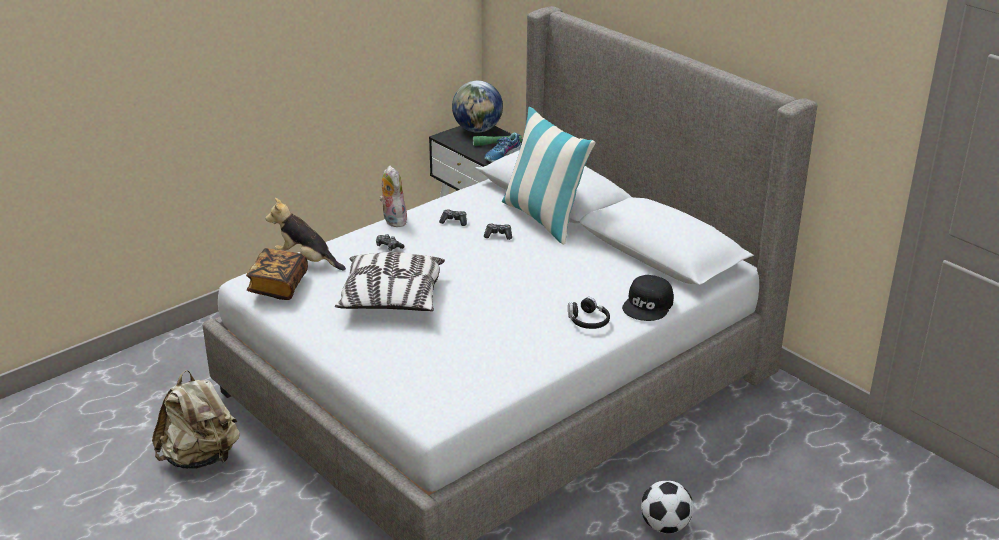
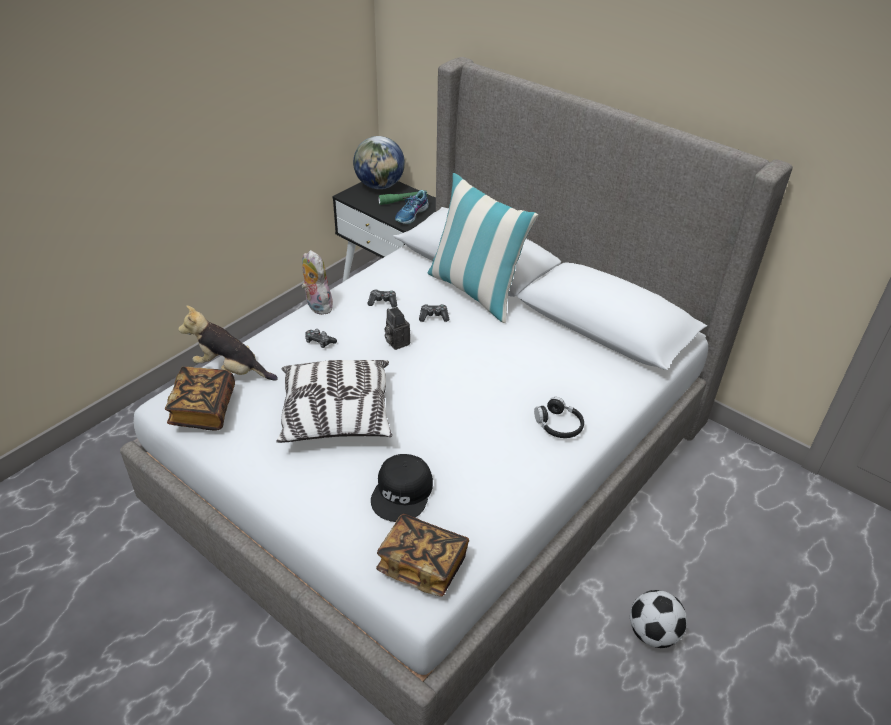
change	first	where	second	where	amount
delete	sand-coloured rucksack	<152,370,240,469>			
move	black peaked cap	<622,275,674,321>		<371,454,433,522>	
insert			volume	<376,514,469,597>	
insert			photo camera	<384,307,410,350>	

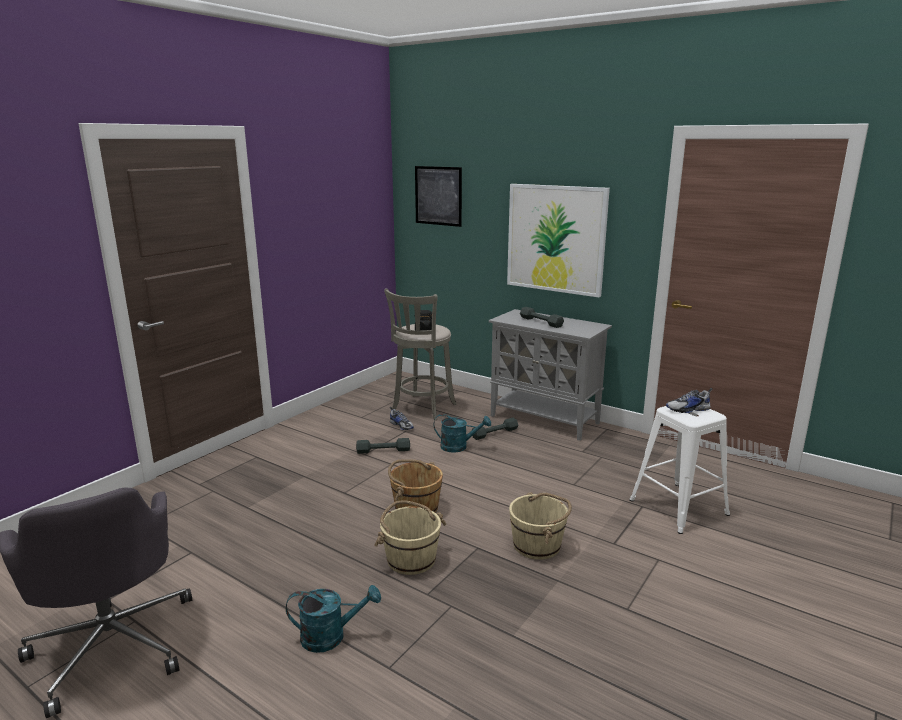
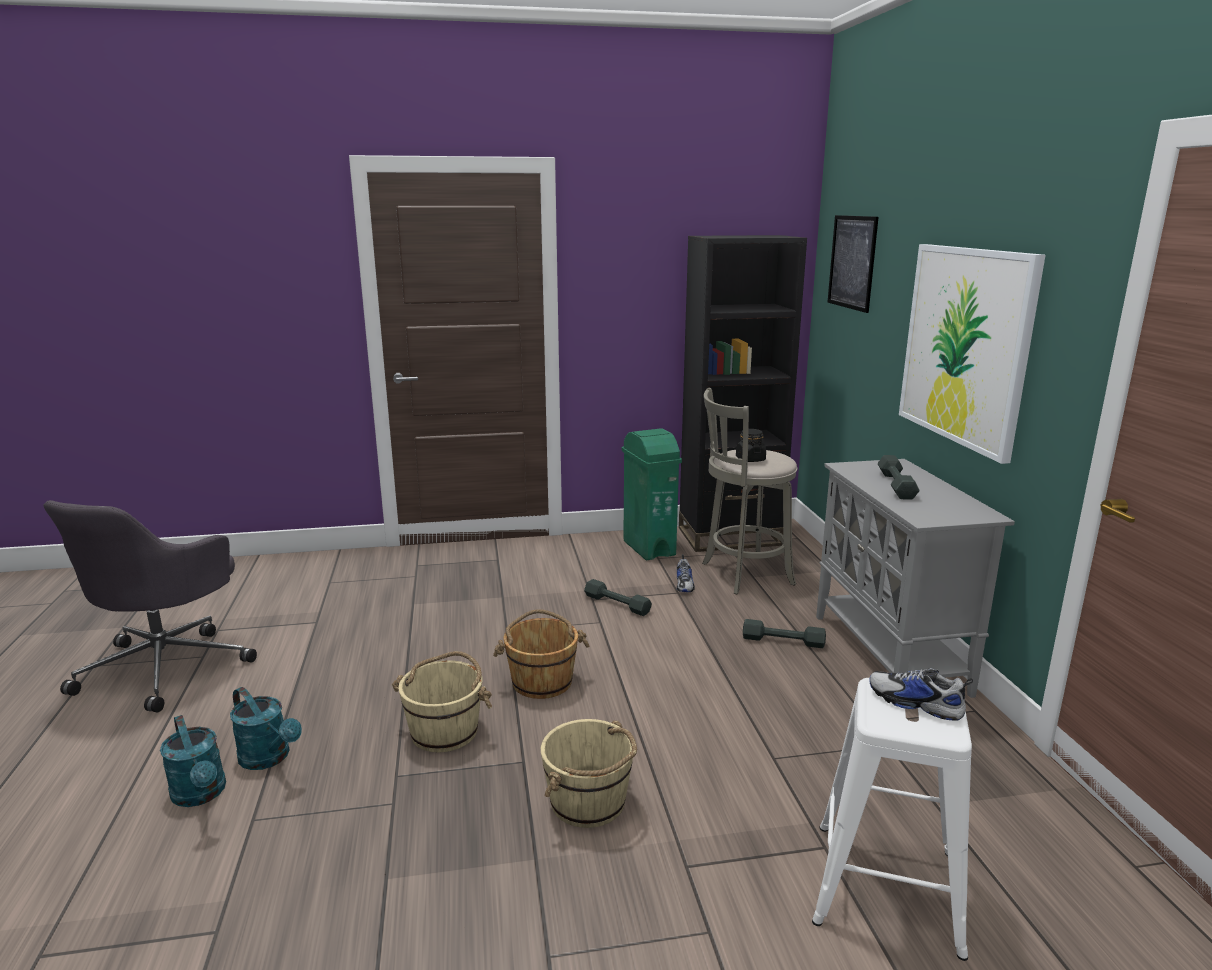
change	first	where	second	where	amount
move	turquoise watering pot	<434,414,491,453>		<160,715,226,807>	
insert			green-coloured trash can	<622,429,682,560>	
insert			black shelving unit	<679,235,807,552>	

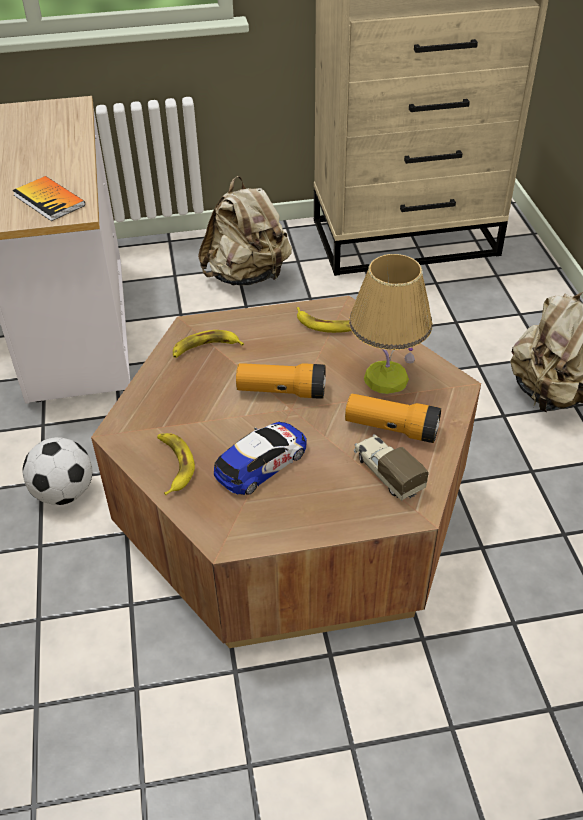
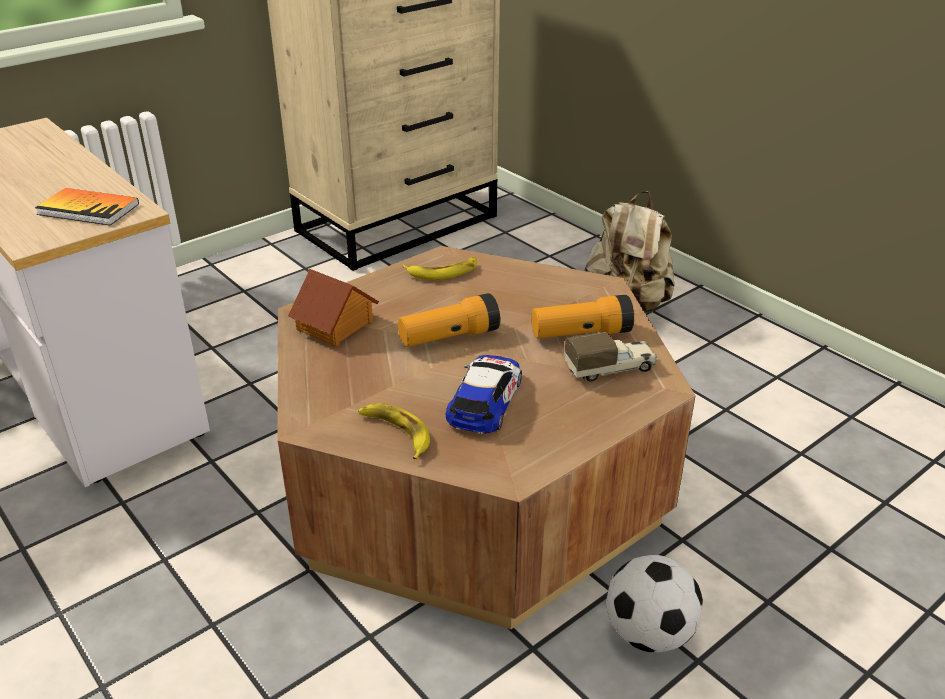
change	first	where	second	where	amount
move	football ball	<23,437,92,505>		<607,555,703,653>	
replace	banana fruit	<173,330,244,358>	toy house	<288,269,379,347>	
delete	sand-coloured rucksack	<198,176,292,285>			
delete	table lamp	<349,254,432,394>			
rotate	toy truck	<354,434,429,501>		<564,332,657,381>	135 degrees clockwise

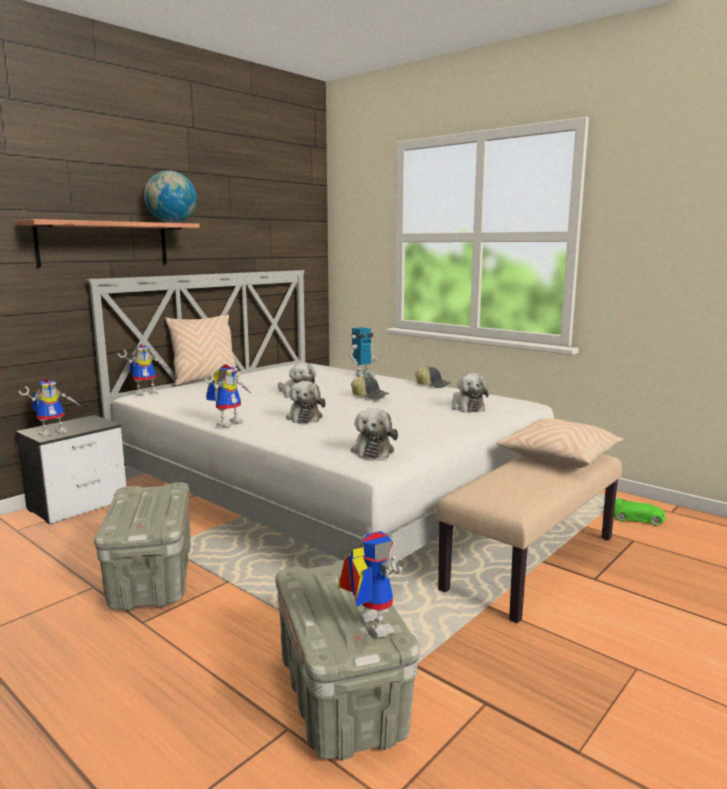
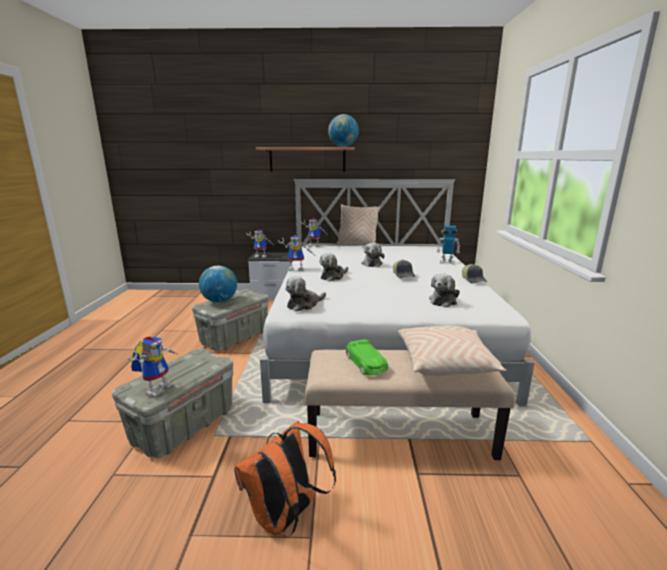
change	first	where	second	where	amount
move	green-coloured model car	<614,498,666,526>		<346,339,388,375>	
insert			desk globe	<199,266,237,303>	
insert			orangey rucksack	<234,421,336,537>	

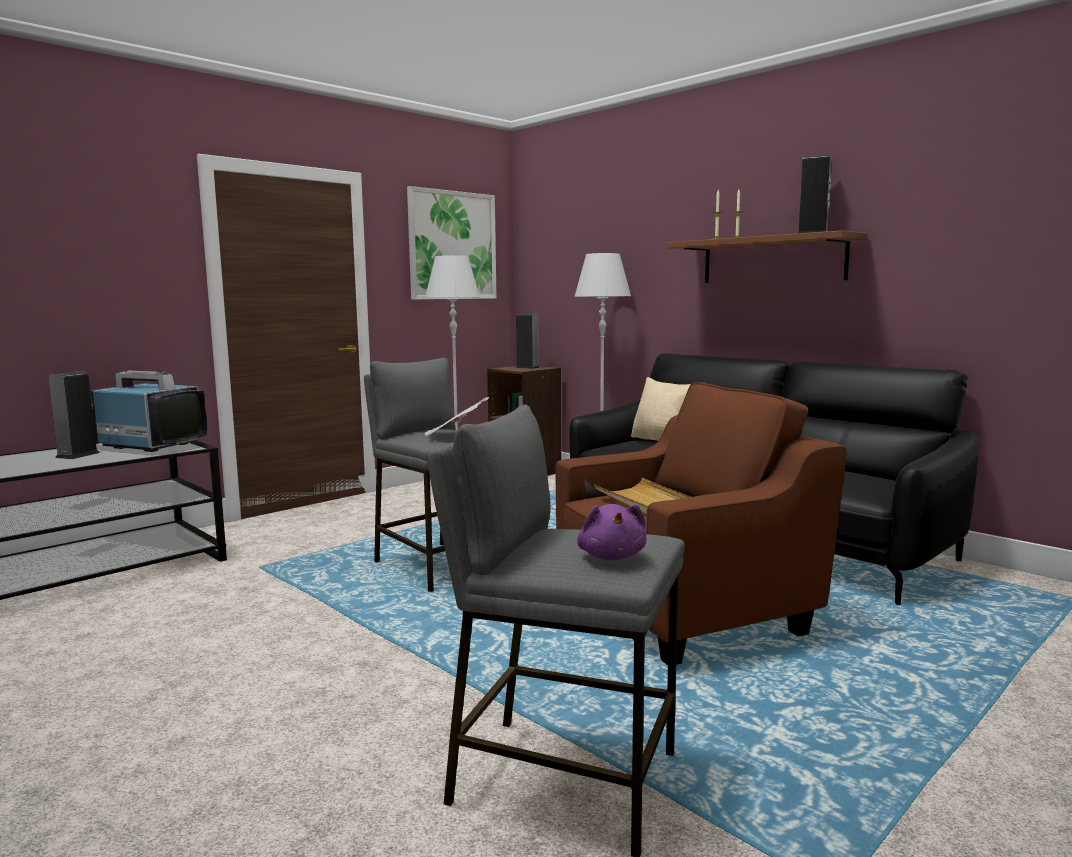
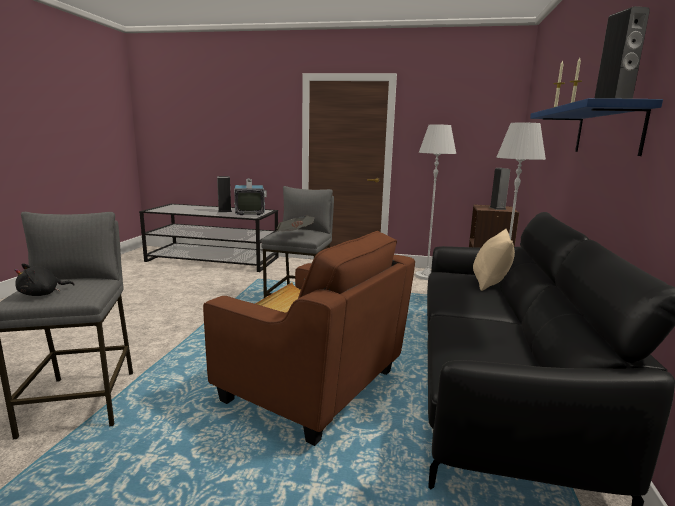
change	first	where	second	where	amount
delete	wall picture	<407,186,497,300>			
recolor	purple soft toy	<577,504,646,560>	black soft toy	<15,263,75,296>	
recolor	brown bracket shelf	<666,230,867,283>	blue-coloured bracket shelf	<530,98,663,156>	

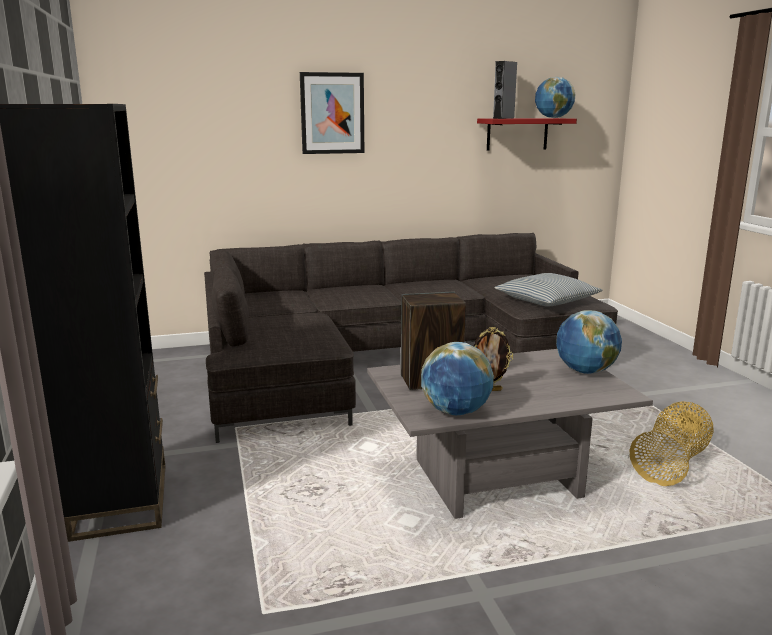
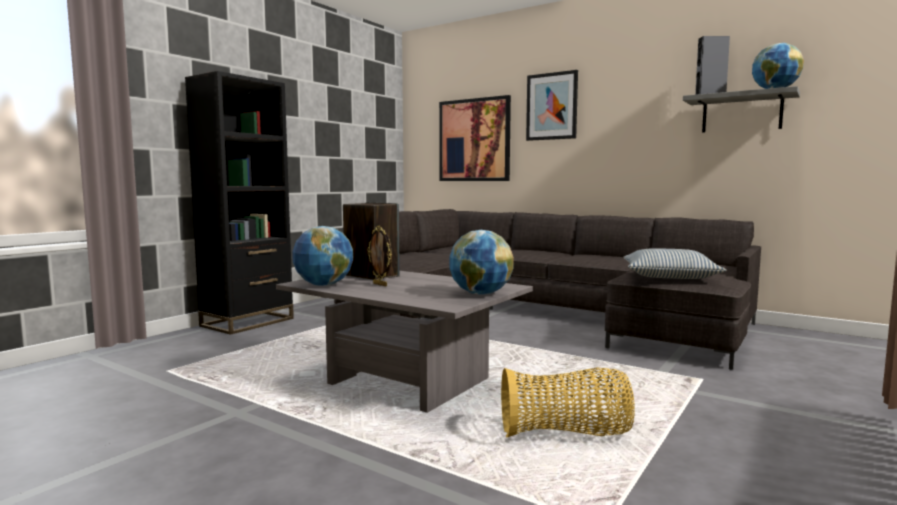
change	first	where	second	where	amount
recolor	red-coloured bracket shelf	<477,118,577,151>	grey bracket shelf	<683,86,800,133>	
insert			wall picture	<439,95,511,181>	

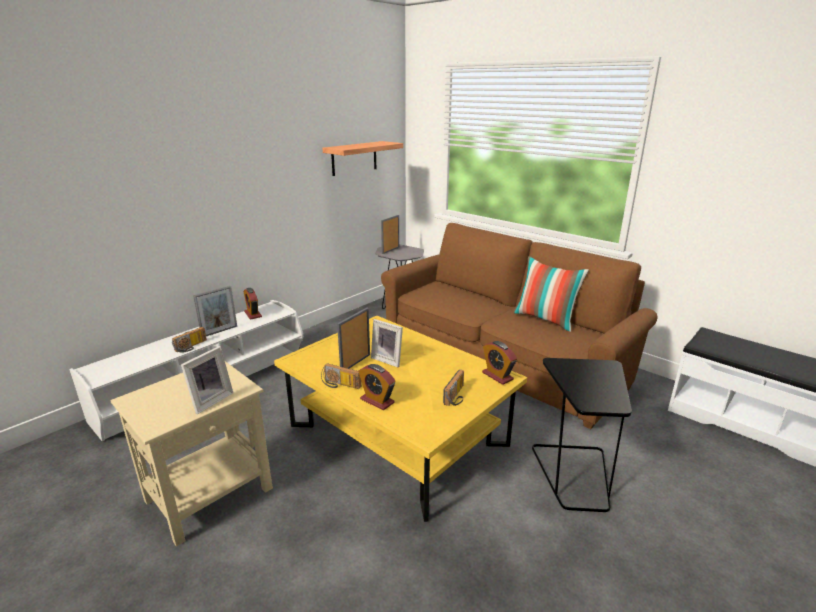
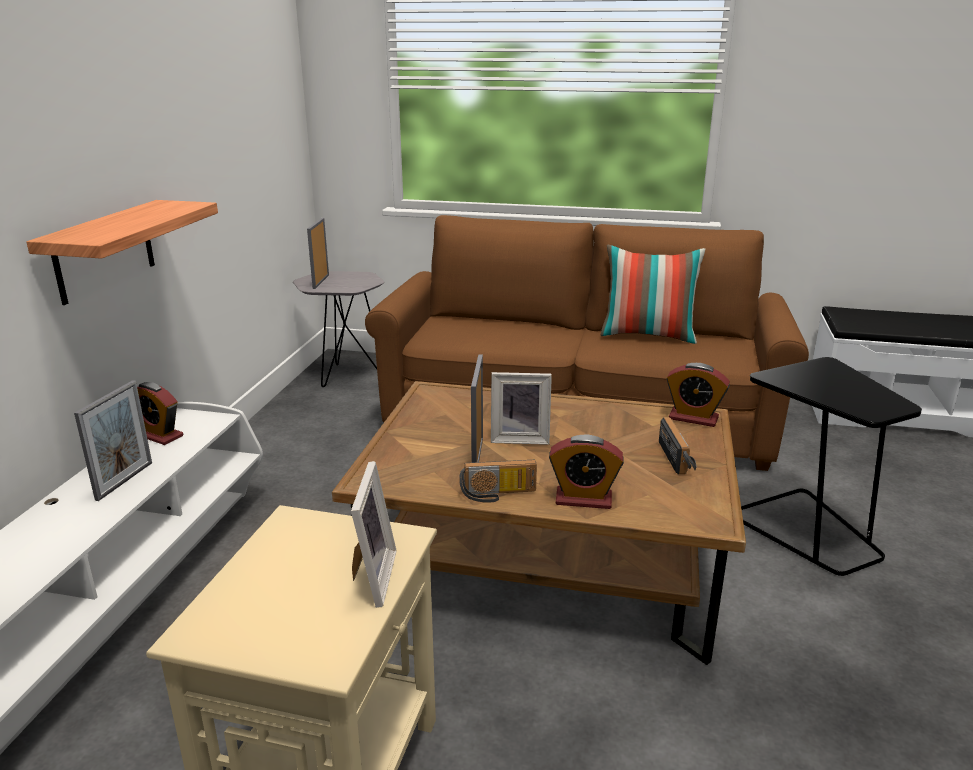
change	first	where	second	where	amount
delete	radio receiver	<172,327,207,352>			
recolor	yellowish low table	<274,316,527,522>	brown low table	<332,381,746,665>	
move	bracket shelf	<323,141,403,176>		<26,200,218,305>	

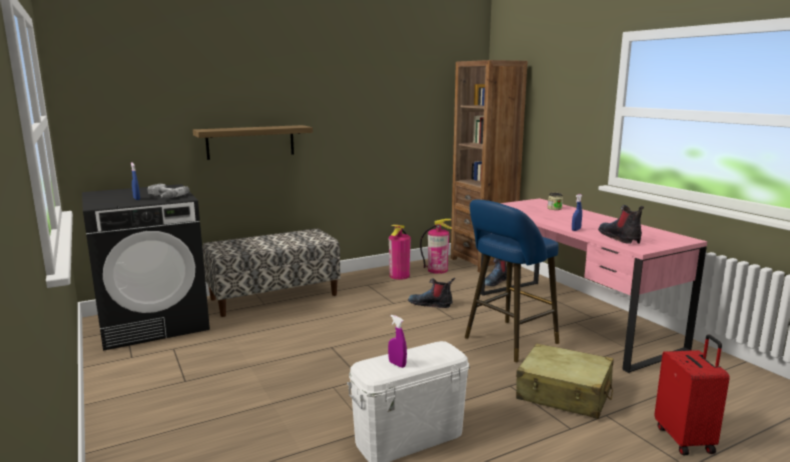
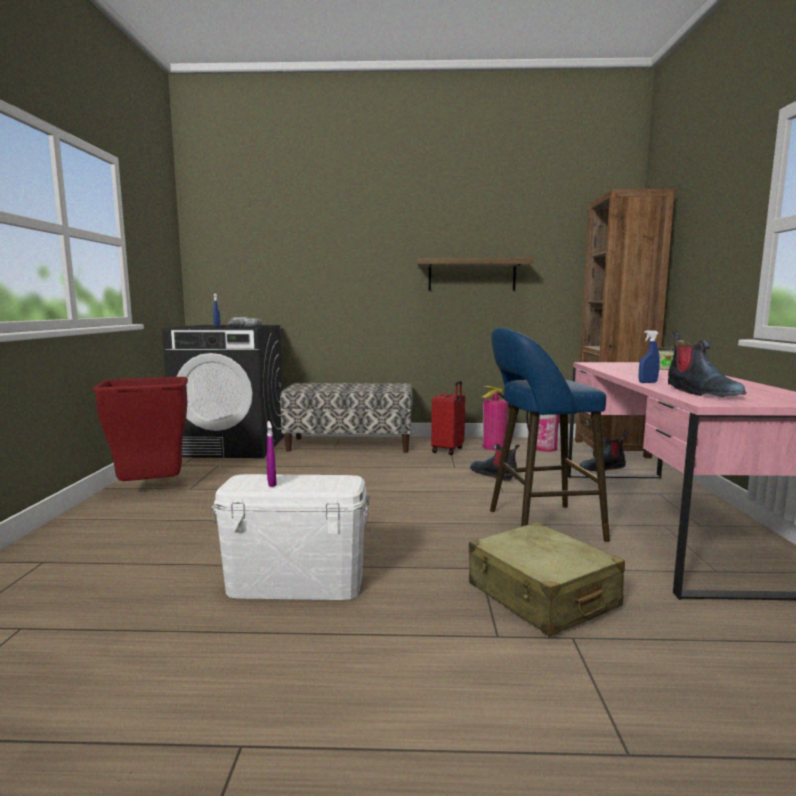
change	first	where	second	where	amount
move	bracket shelf	<193,125,313,160>		<418,258,534,291>	
rotate	tall boot	<598,205,644,244>		<668,330,746,398>	150 degrees clockwise
move	red-coloured travel case	<655,334,730,455>		<431,381,465,455>	
insert			red-coloured trash can	<93,377,188,481>	

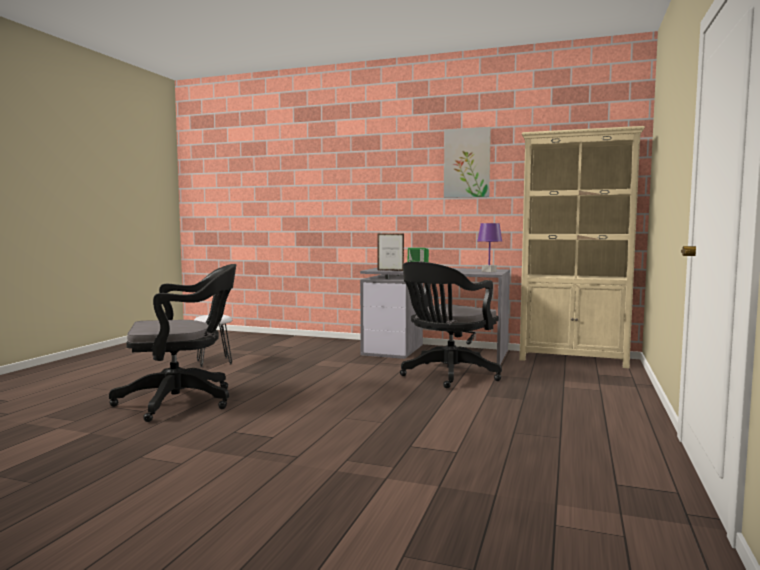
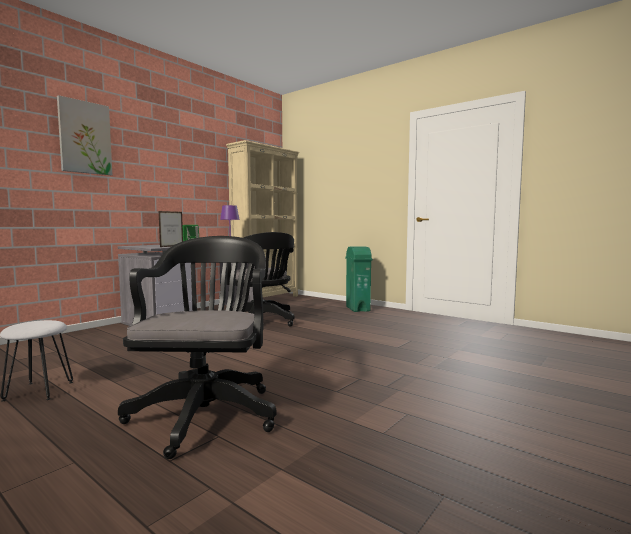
change	first	where	second	where	amount
move	wall picture	<444,127,491,198>		<57,95,112,175>	
insert			green-coloured trash can	<345,246,373,312>	

